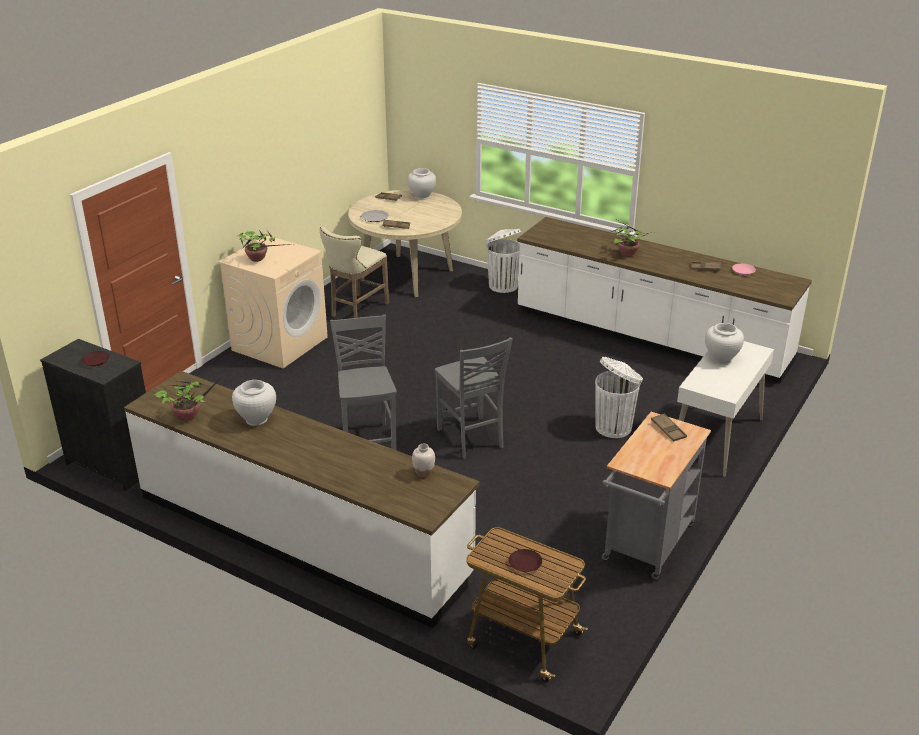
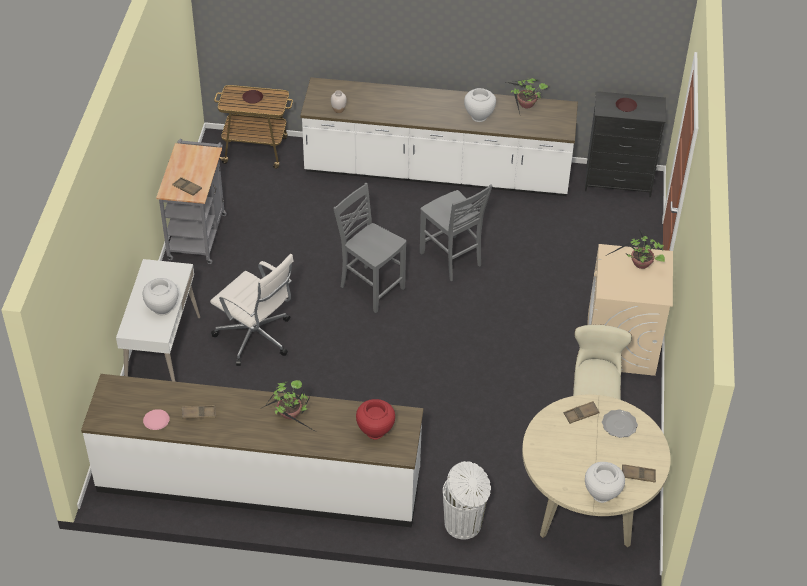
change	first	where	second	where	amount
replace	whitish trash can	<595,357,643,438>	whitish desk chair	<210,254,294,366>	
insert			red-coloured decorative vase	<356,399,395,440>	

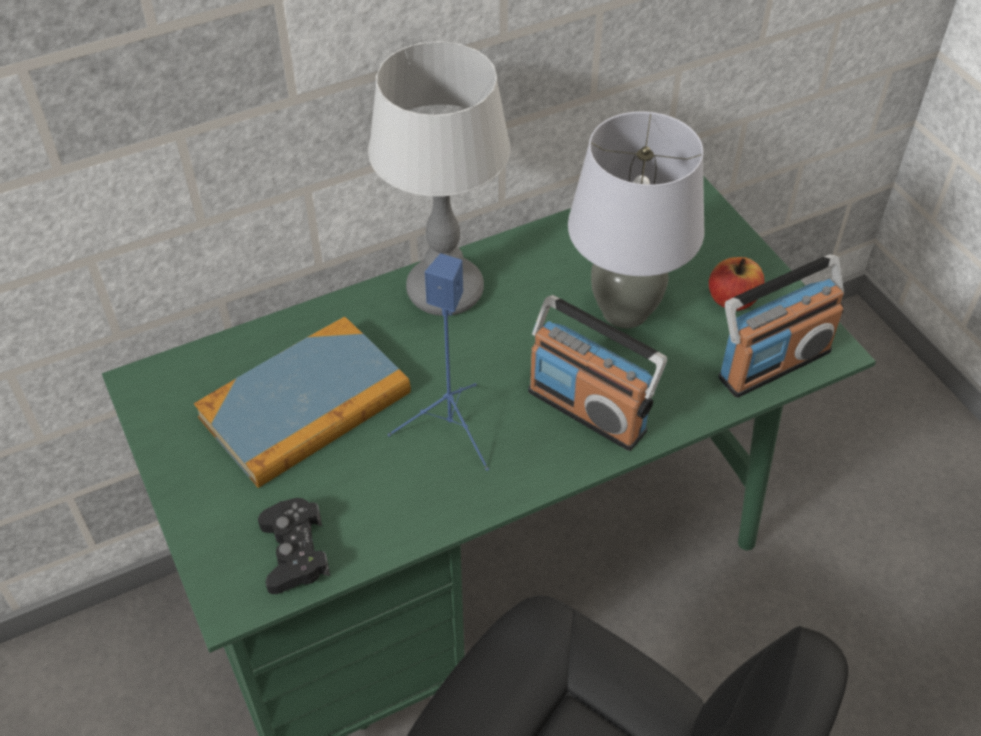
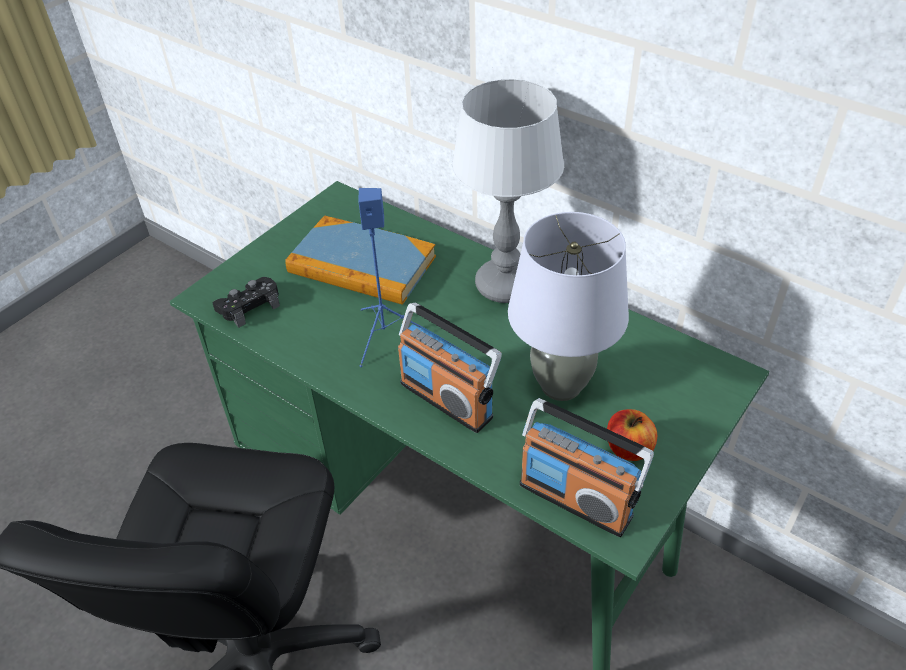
change	first	where	second	where	amount
rotate	radio receiver	<528,295,667,451>		<398,302,502,433>	60 degrees counterclockwise

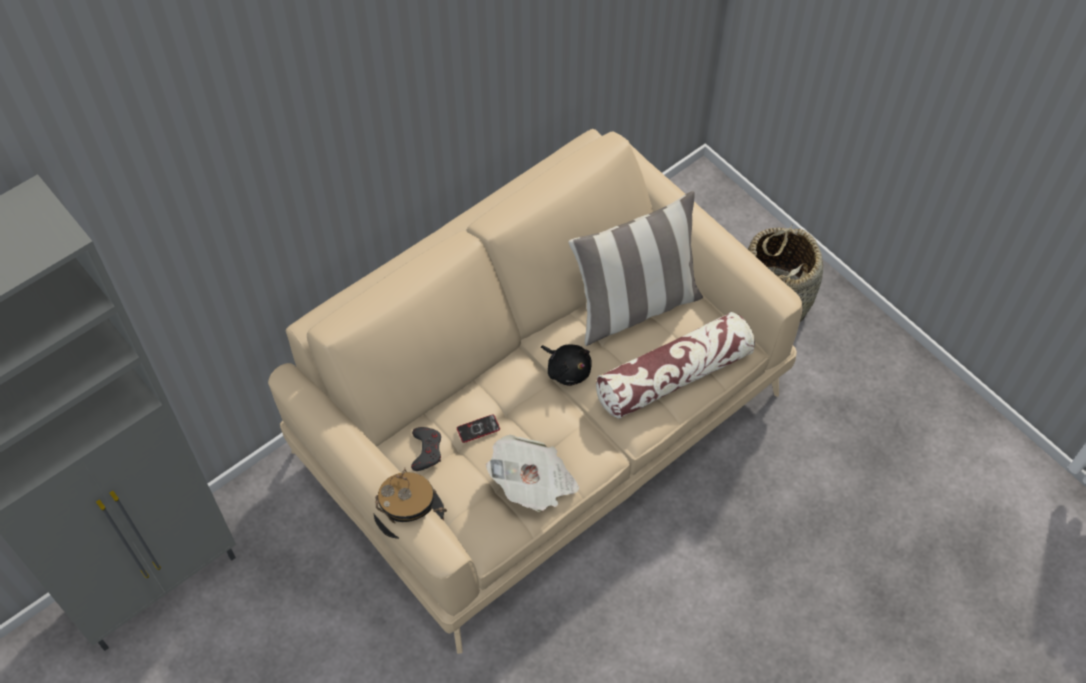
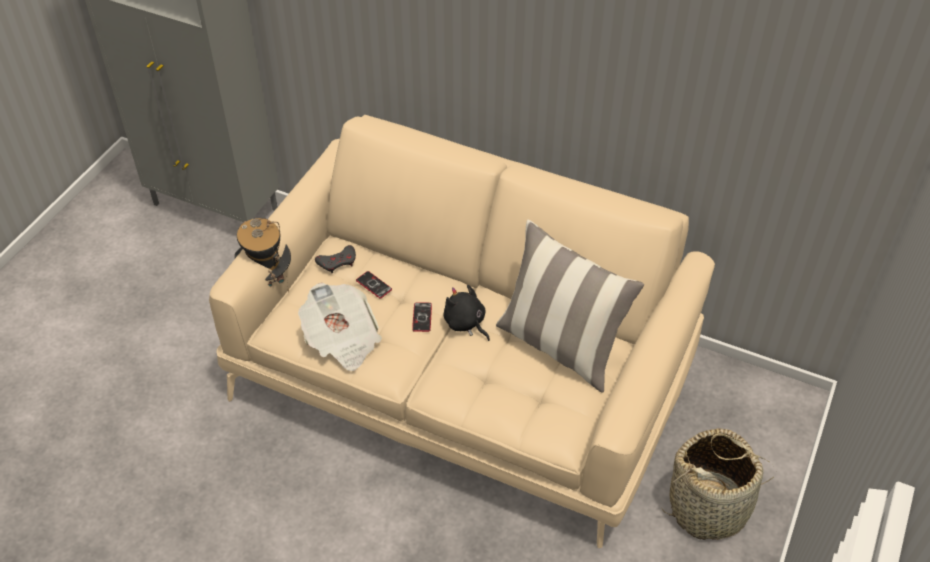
change	first	where	second	where	amount
rotate	black soft toy	<541,344,591,386>		<443,285,490,341>	120 degrees clockwise
delete	pillow	<596,312,755,419>			
insert			handset	<412,302,432,332>	

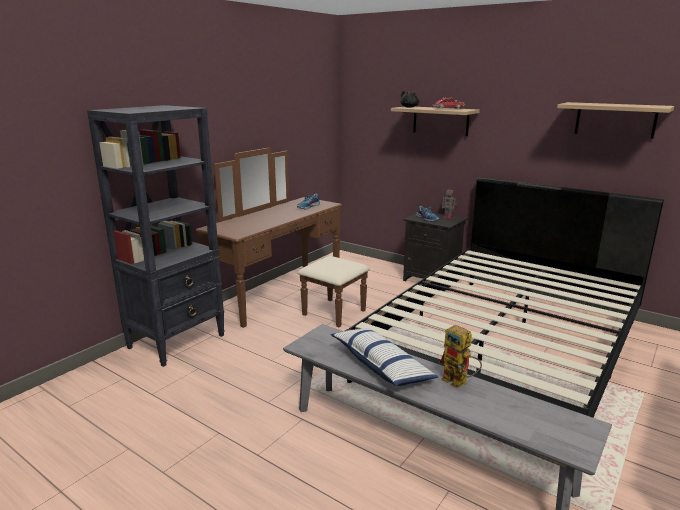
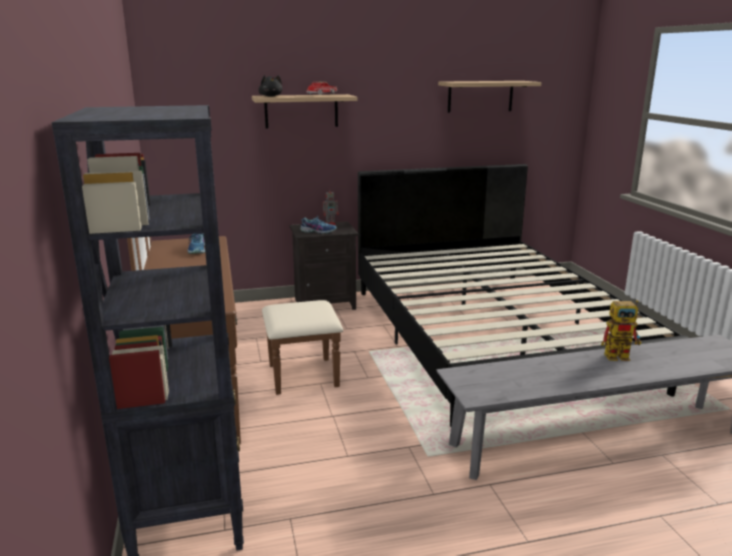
change	first	where	second	where	amount
delete	pillow	<331,328,438,386>			

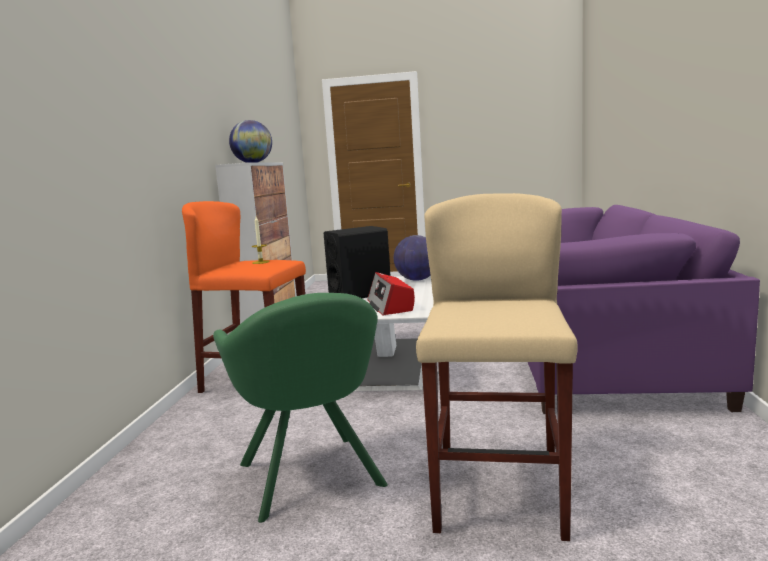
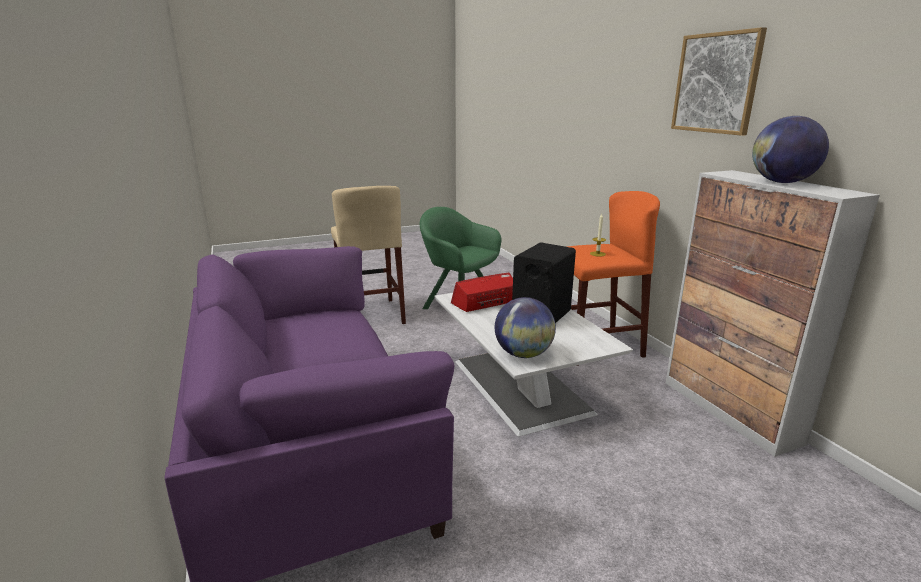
change	first	where	second	where	amount
rotate	radio receiver	<367,272,415,316>		<451,273,513,312>	75 degrees counterclockwise
insert			wall picture	<671,27,767,136>	

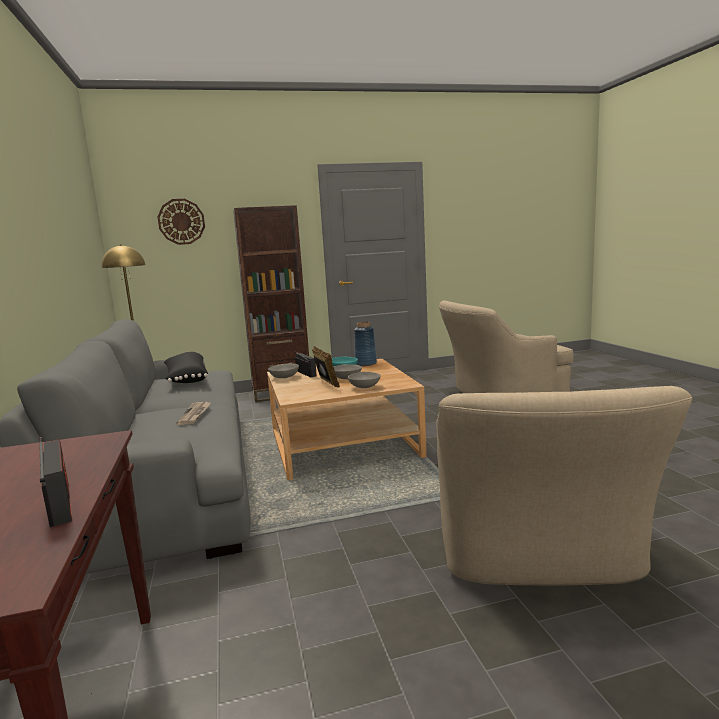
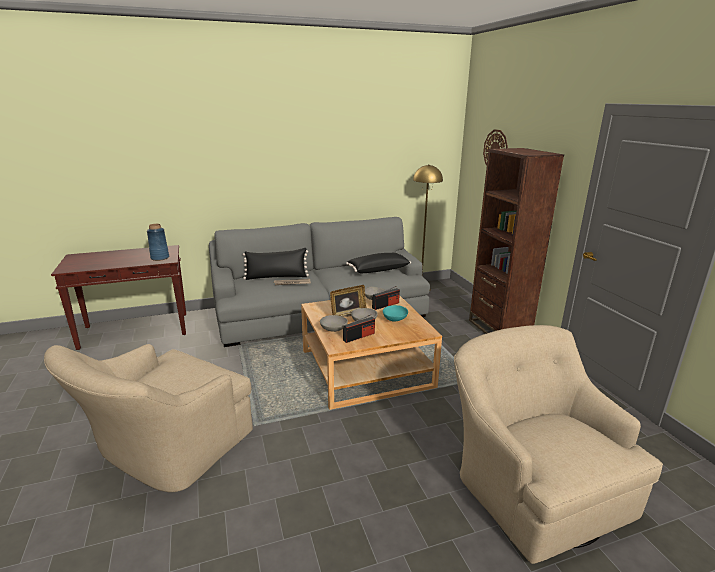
change	first	where	second	where	amount
move	radio receiver	<39,437,72,527>		<343,314,375,343>	
move	blue-coloured decorative vase	<354,322,377,366>		<147,224,169,261>	
rotate	sand-coloured easy chair	<437,386,692,586>		<44,344,253,492>	60 degrees counterclockwise
insert			black pillow	<243,248,309,280>	

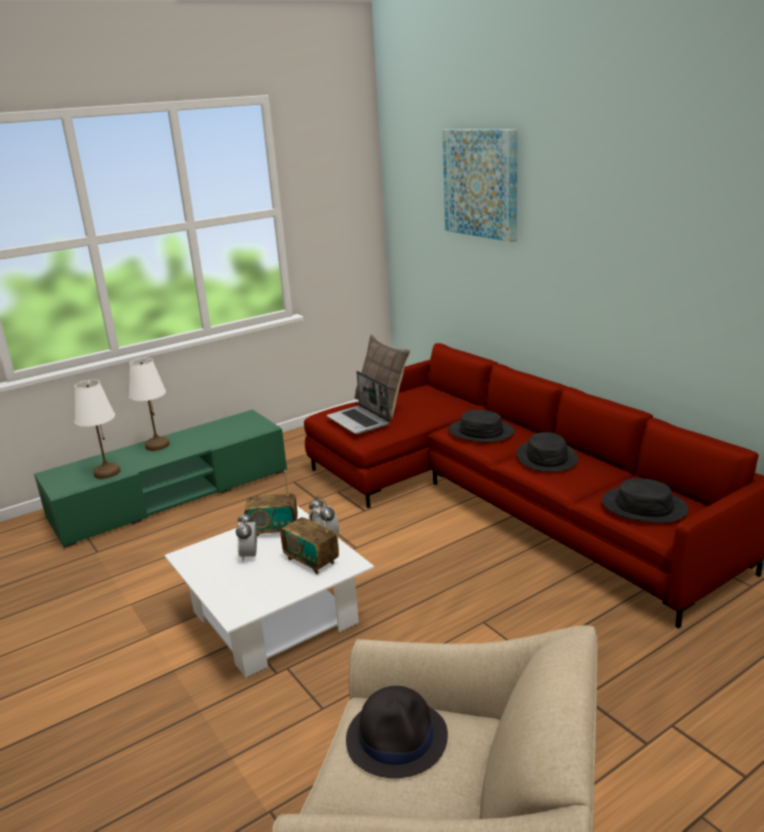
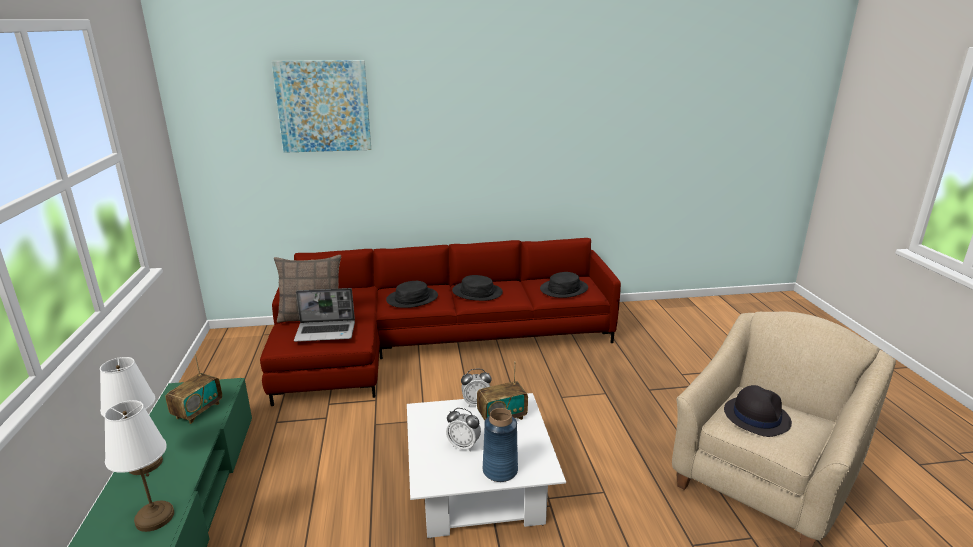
change	first	where	second	where	amount
move	radio receiver	<245,470,298,536>		<166,354,222,424>	
insert			blue-coloured decorative vase	<483,408,518,482>	

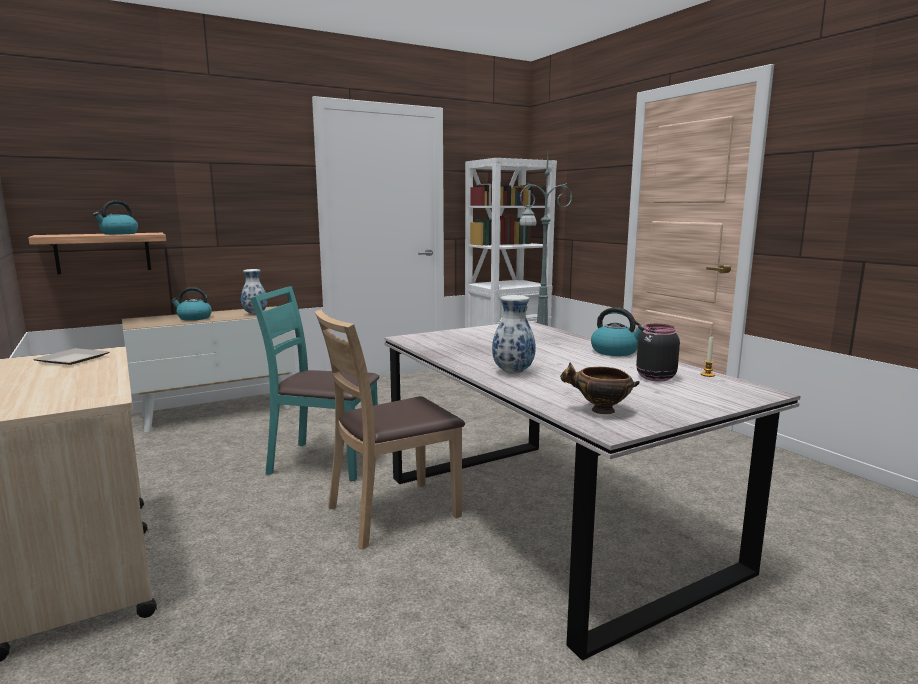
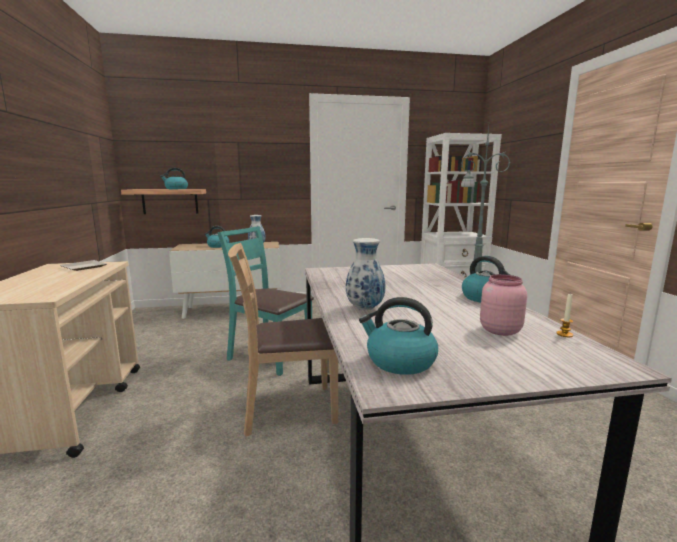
change	first	where	second	where	amount
replace	deep dish	<560,363,640,414>	kettle	<359,297,438,375>	
recolor	black preserve jar	<636,324,680,381>	pink-coloured preserve jar	<480,274,527,336>	

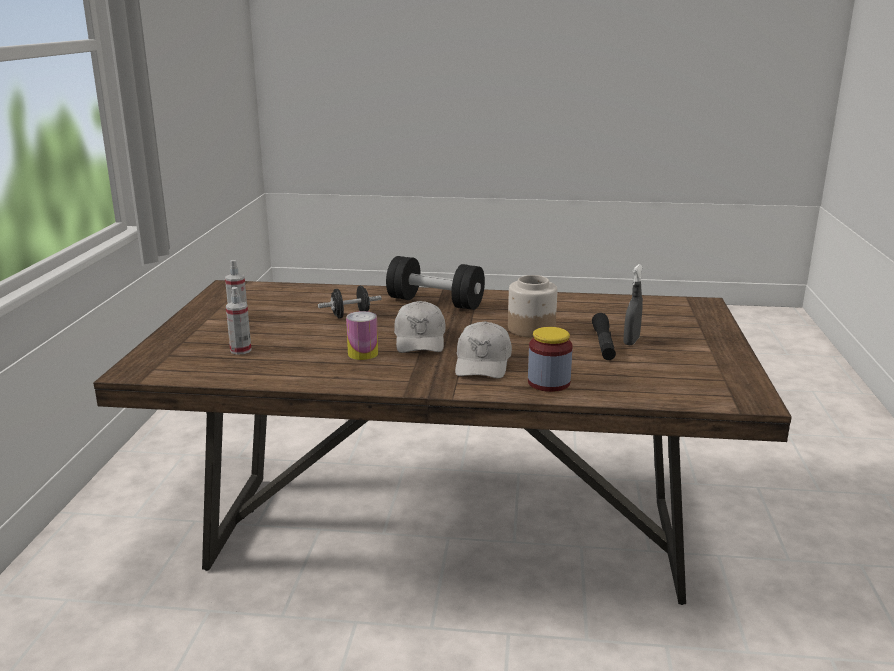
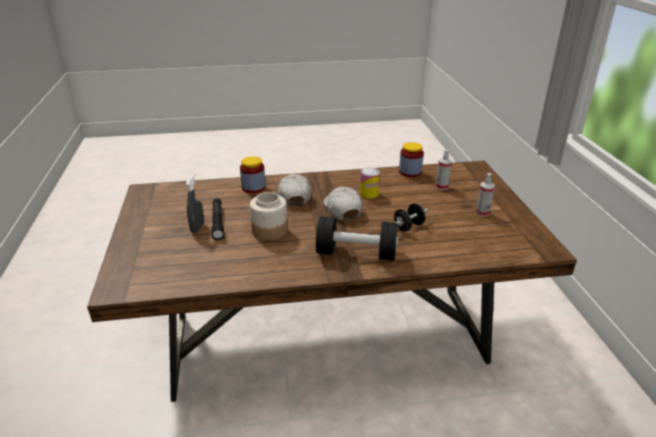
change	first	where	second	where	amount
insert			preserve jar	<399,142,424,177>	

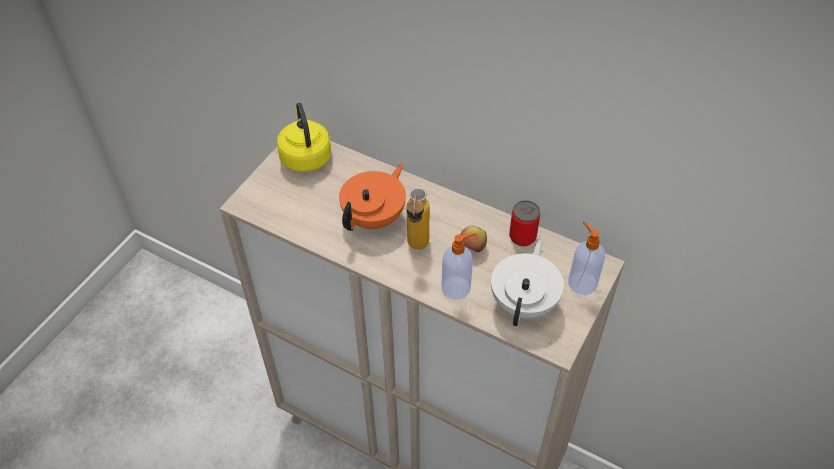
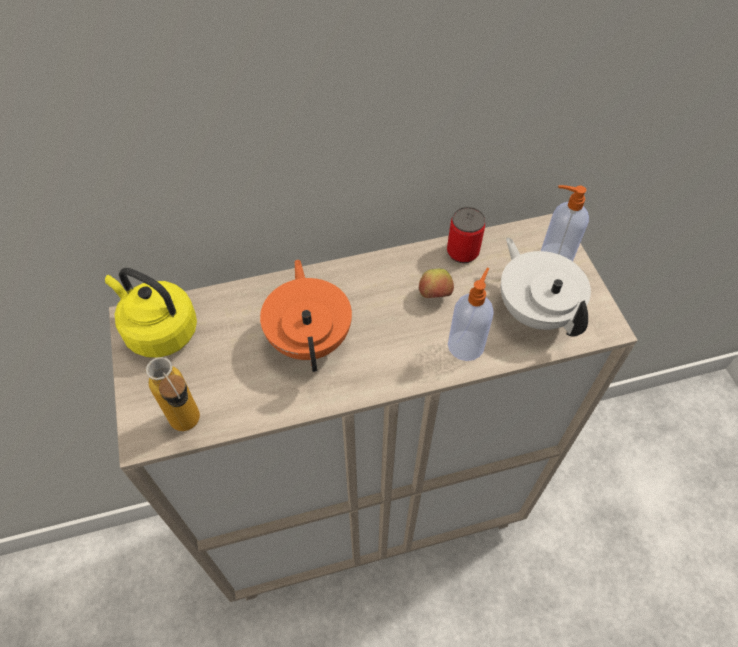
change	first	where	second	where	amount
move	drink bottle	<406,188,429,250>		<146,357,200,431>	

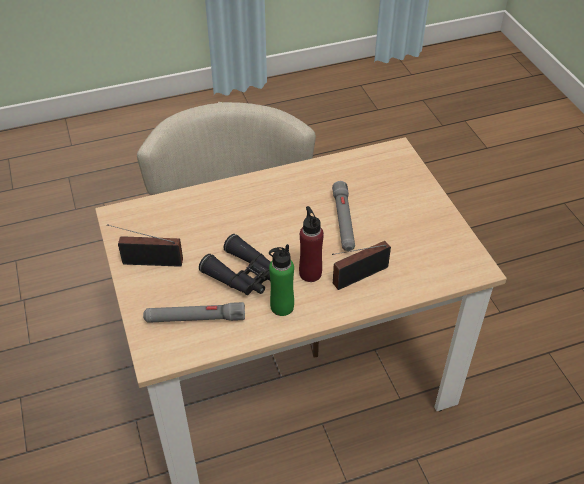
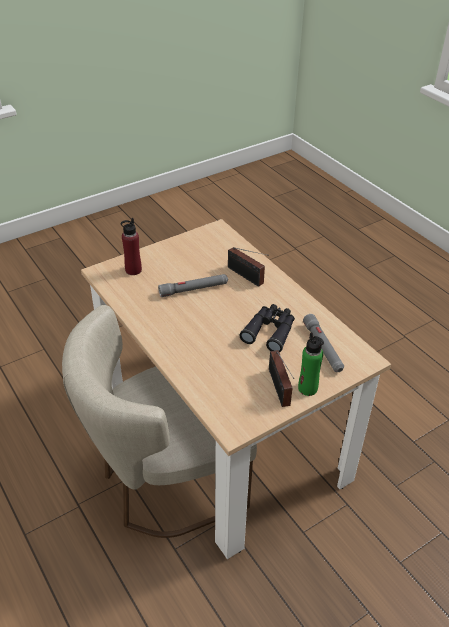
change	first	where	second	where	amount
move	green-coloured drink bottle	<269,244,294,316>		<298,332,324,396>	
move	red-coloured drink bottle	<299,206,324,282>		<121,218,142,275>	

